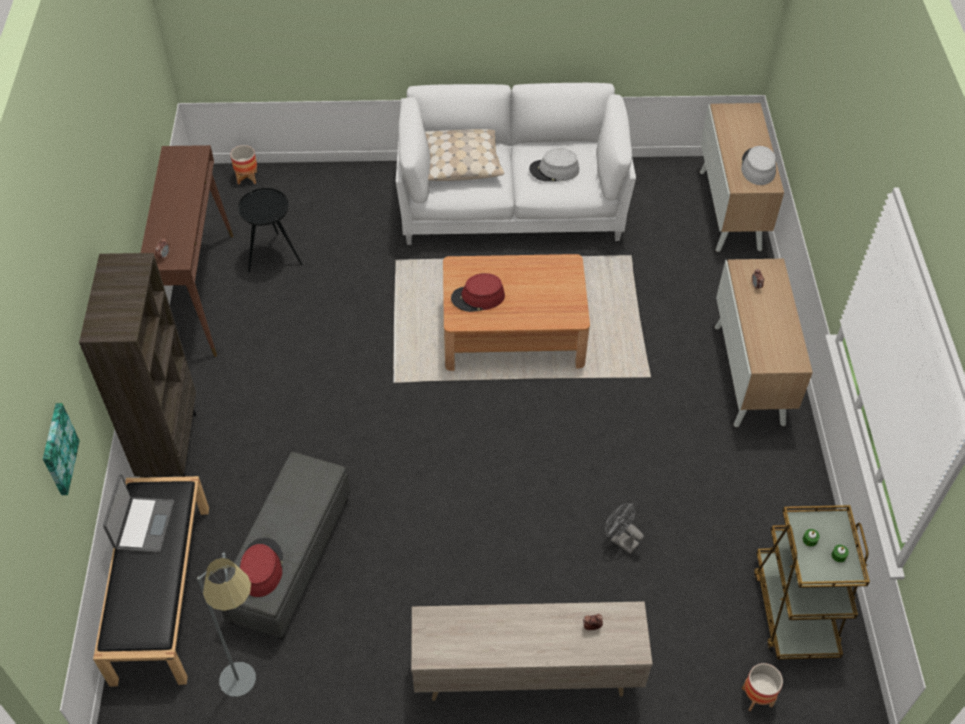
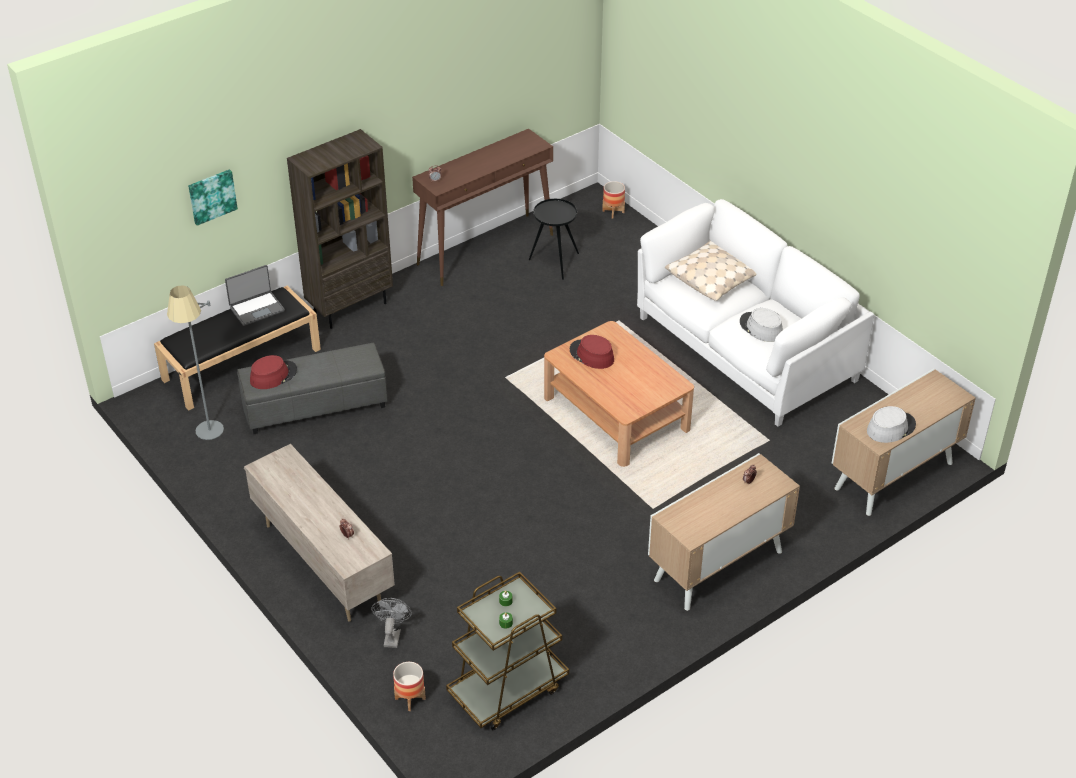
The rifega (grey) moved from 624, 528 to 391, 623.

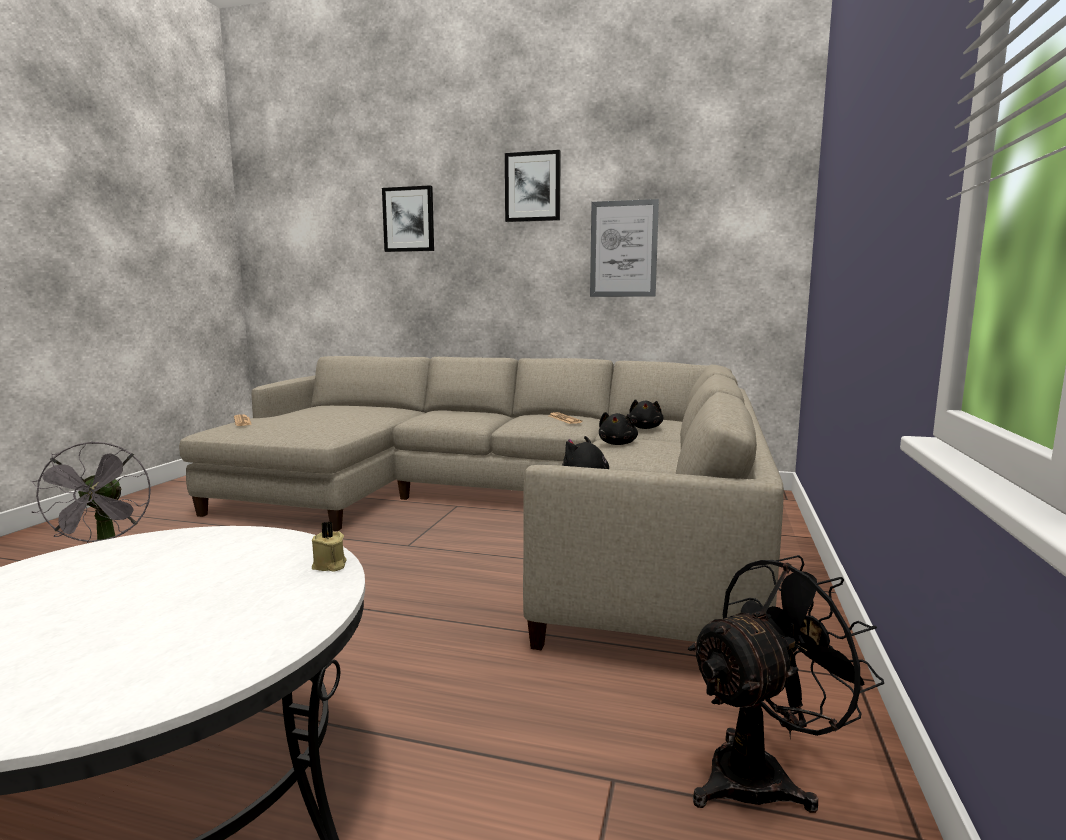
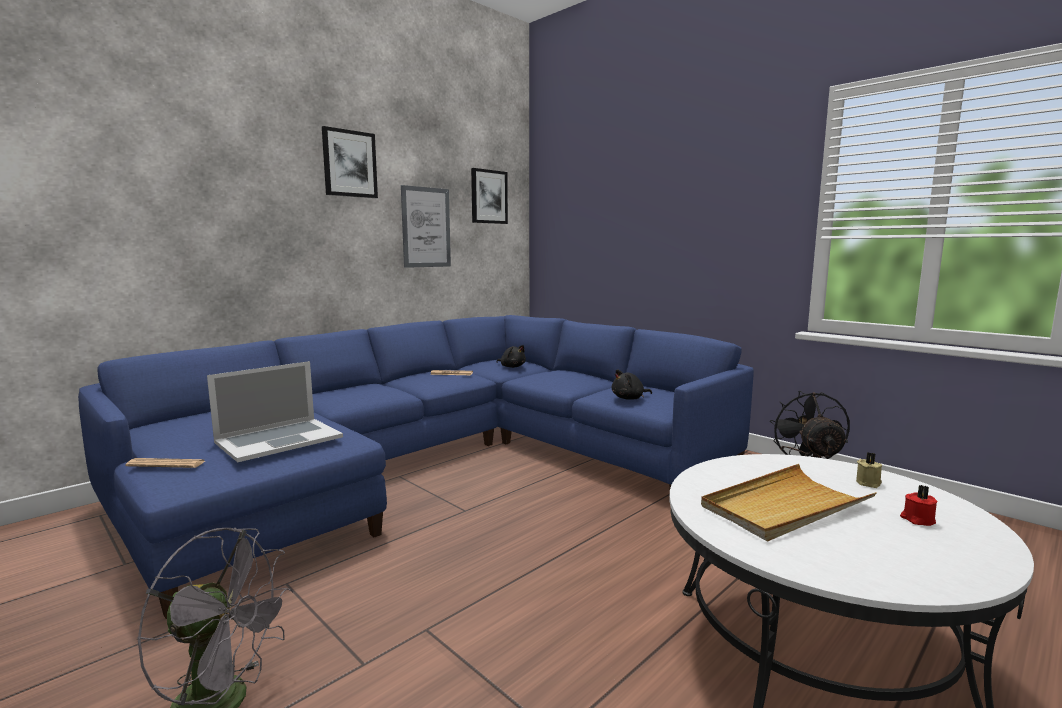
The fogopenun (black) at 618, 428 disappeared. The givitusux at 275, 412 appeared. The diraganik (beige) at 788, 502 appeared. The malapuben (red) at 919, 505 appeared. The malapuben (beige) moved from 329, 546 to 869, 470. The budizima moved from 408, 218 to 489, 196. The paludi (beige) at 481, 503 became the paludi (blue) at 416, 467.

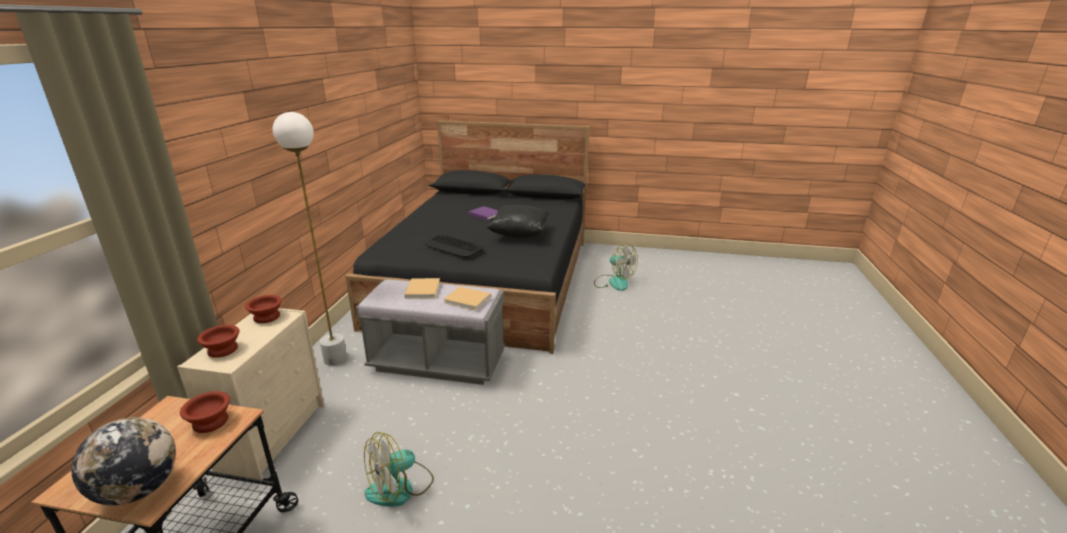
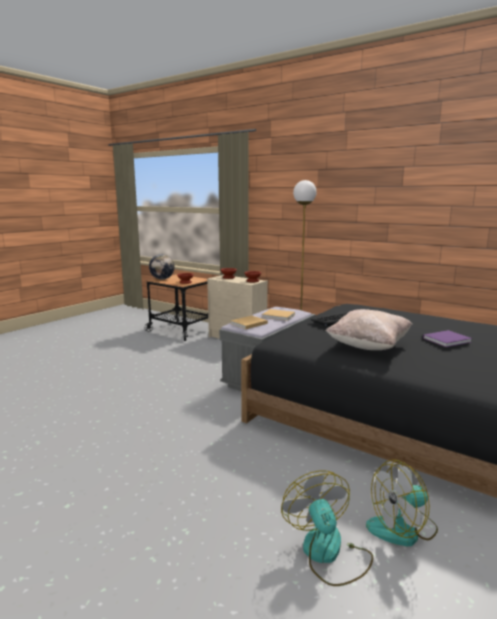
The rifega moved from 399, 469 to 327, 528. The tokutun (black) at 517, 221 became the tokutun (beige) at 369, 329.

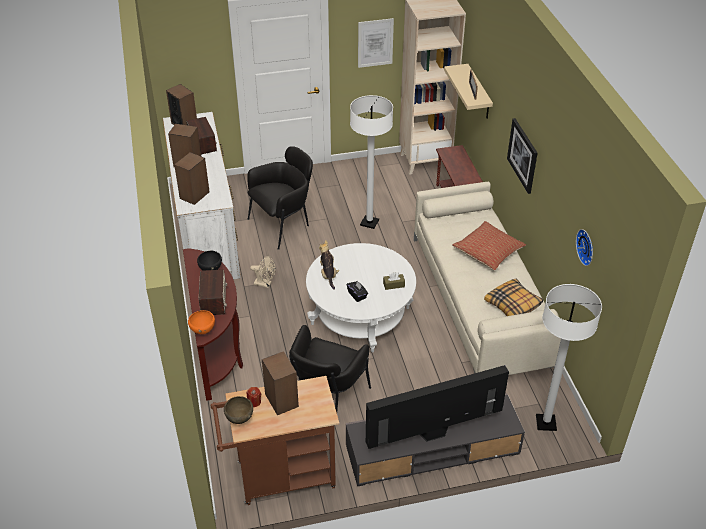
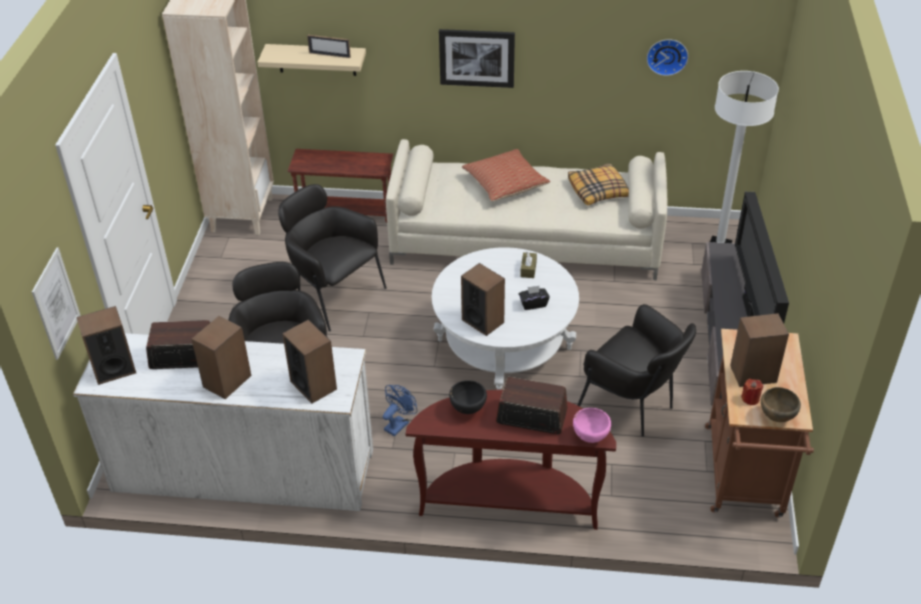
The budizima moved from 376, 43 to 56, 304. The fogopenun at 329, 264 was replaced by the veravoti at 483, 299. The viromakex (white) at 371, 162 was replaced by the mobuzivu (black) at 332, 257. The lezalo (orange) at 201, 322 became the lezalo (pink) at 592, 425. The rifega (beige) at 262, 271 became the rifega (blue) at 400, 410.

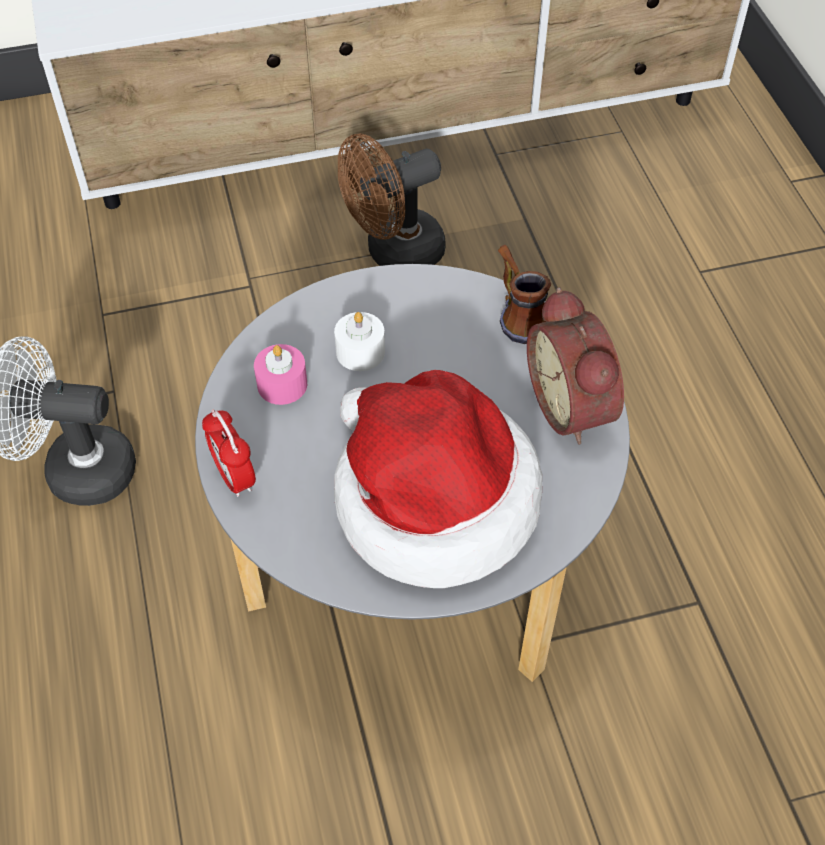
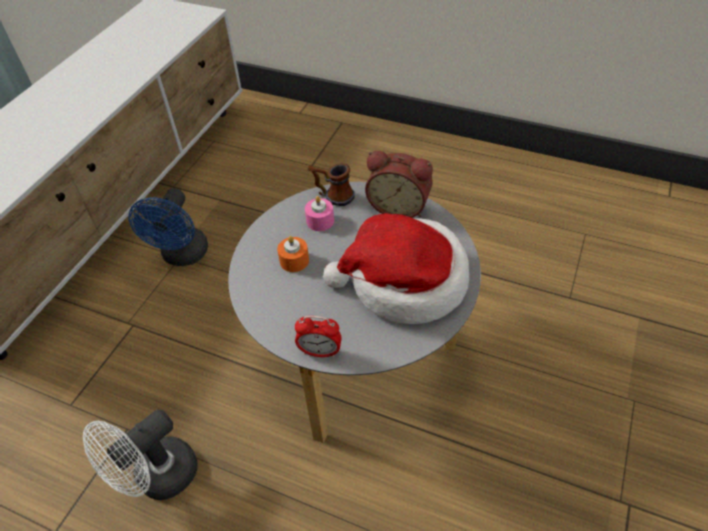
The malapuben (pink) moved from 280, 374 to 319, 213. The malapuben (white) at 359, 341 became the malapuben (orange) at 293, 254. The rifega (brown) at 392, 199 became the rifega (blue) at 168, 227.

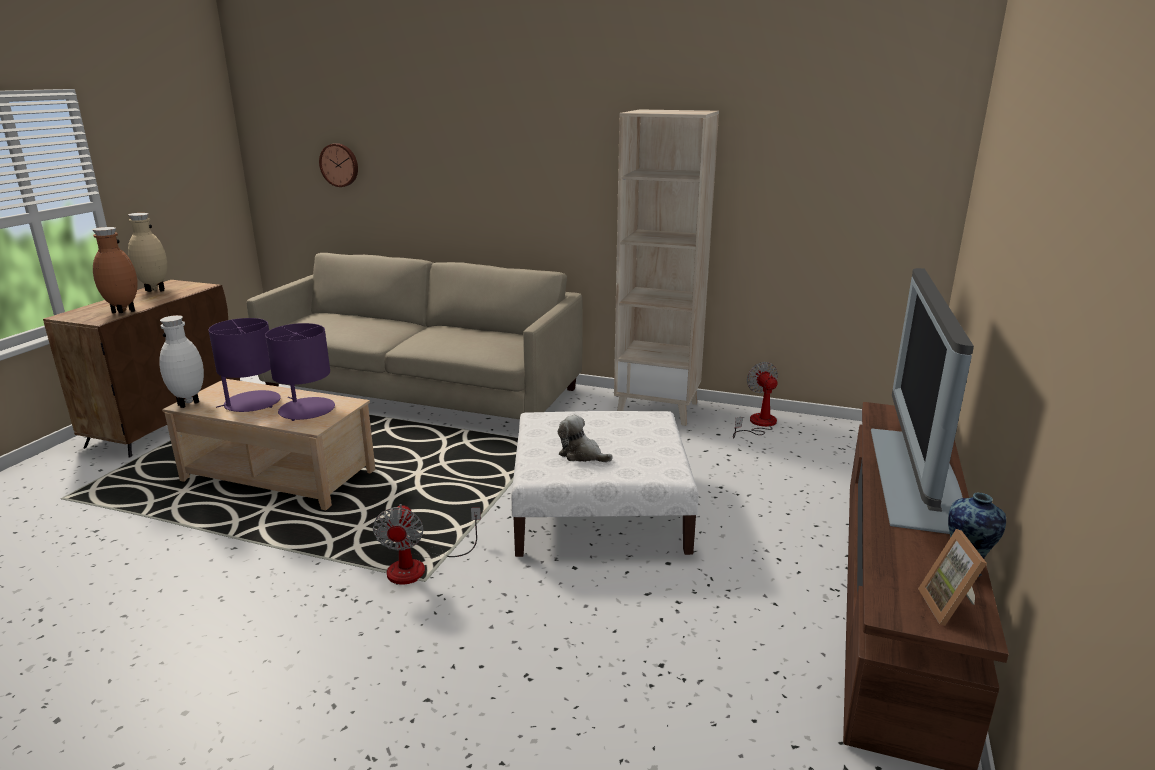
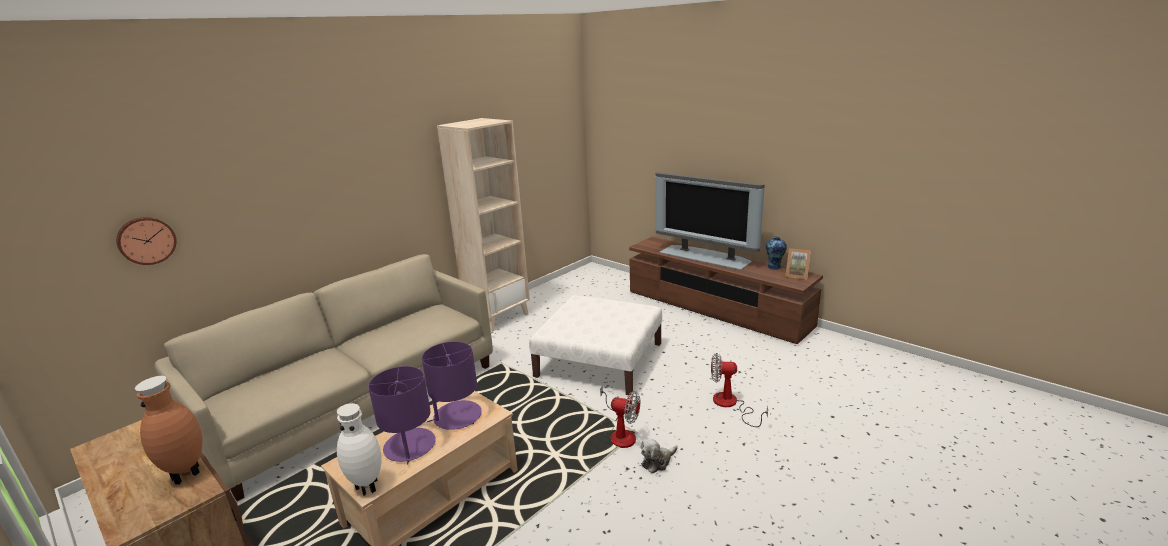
The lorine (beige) at 147, 252 disappeared. The fogopenun moved from 585, 438 to 659, 455. The rifega moved from 755, 400 to 739, 390.

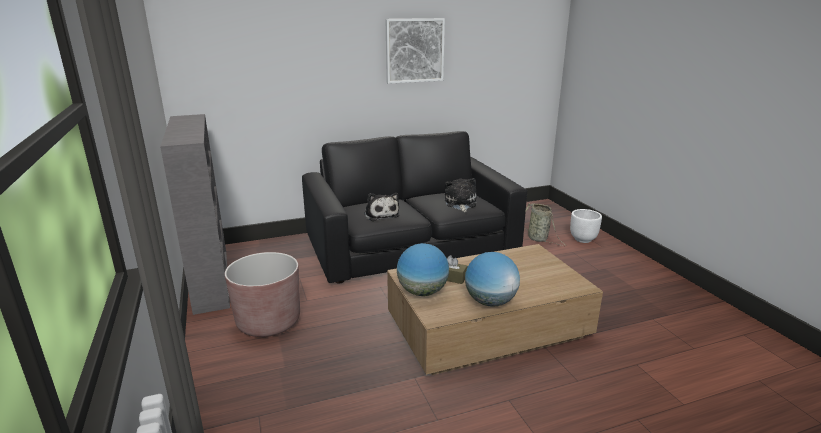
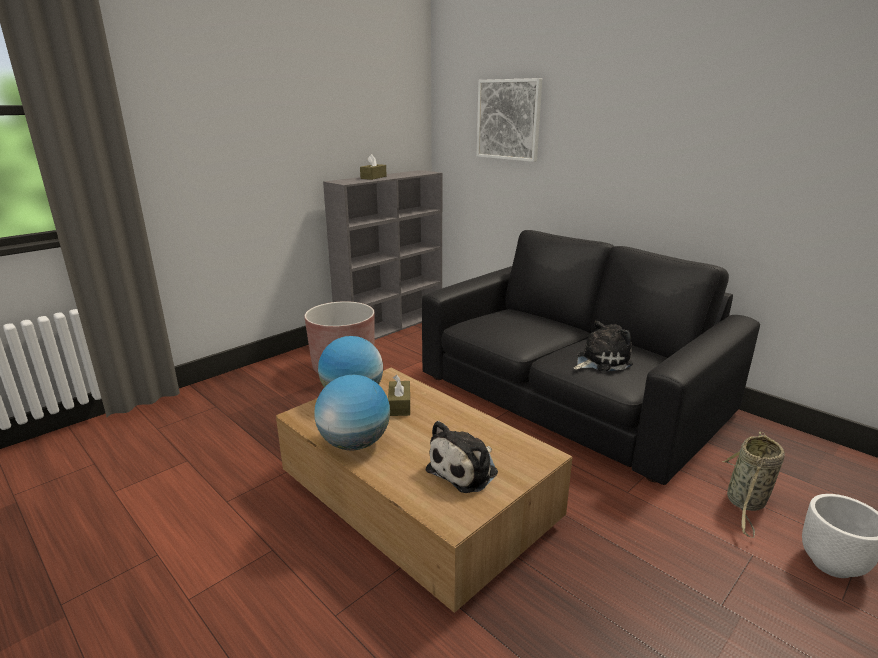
The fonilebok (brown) at 373, 167 appeared. The fogopenun moved from 382, 207 to 461, 457. The budizima moved from 415, 51 to 509, 120.

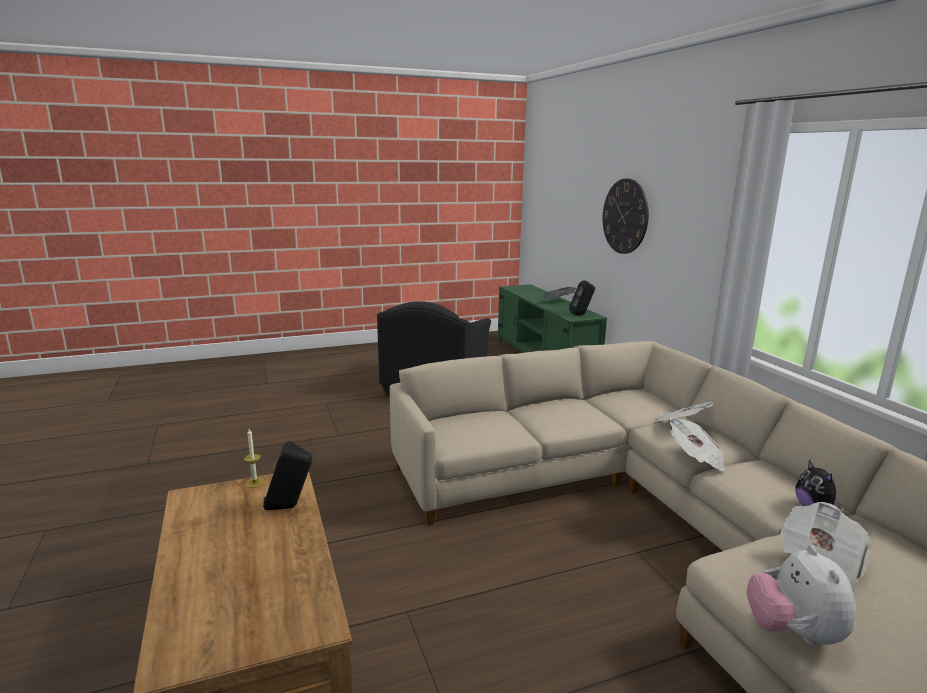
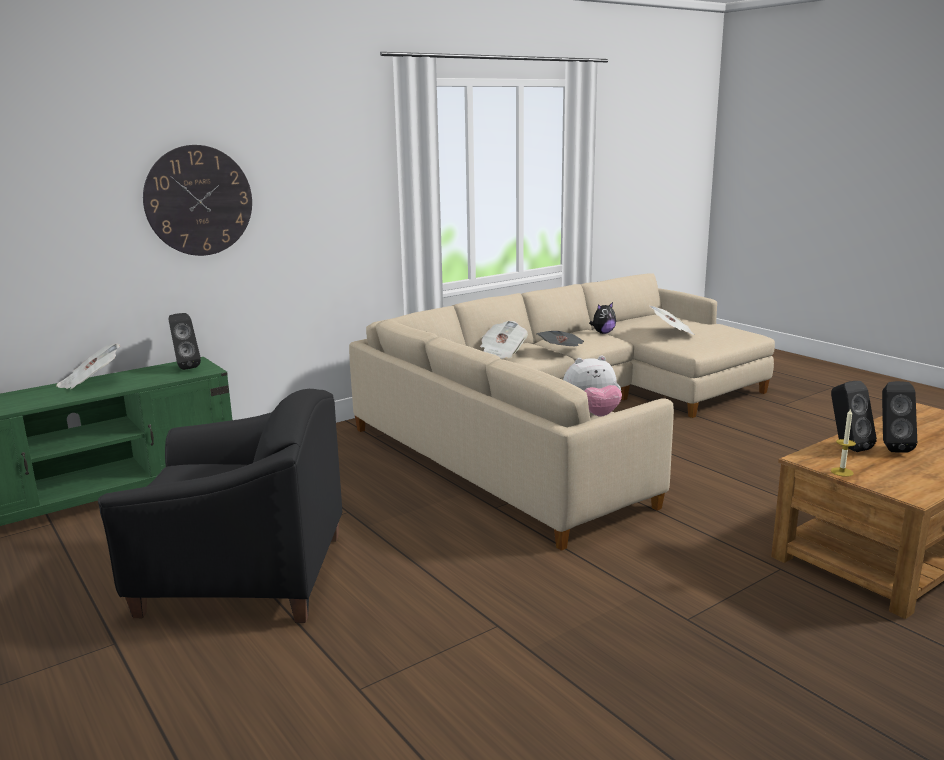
The veravoti (black) at 899, 416 appeared. The fogopenun moved from 801, 596 to 592, 385.

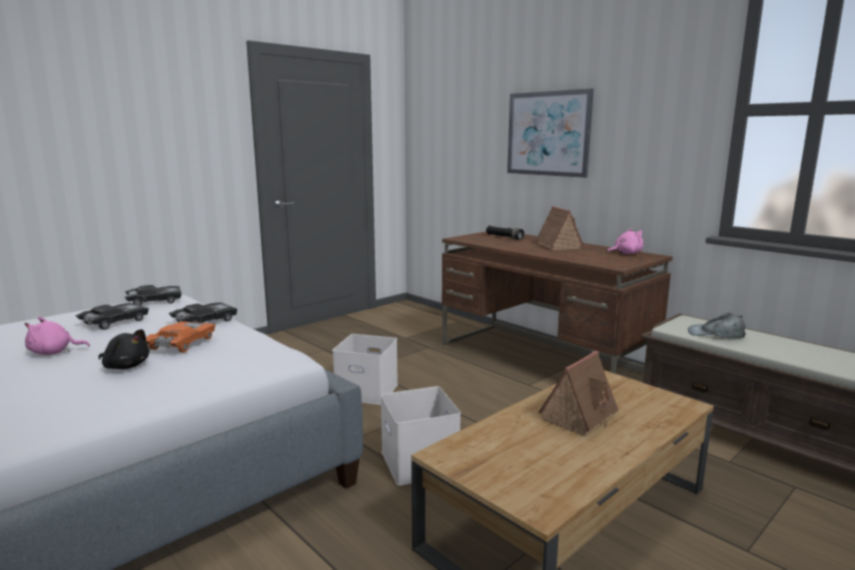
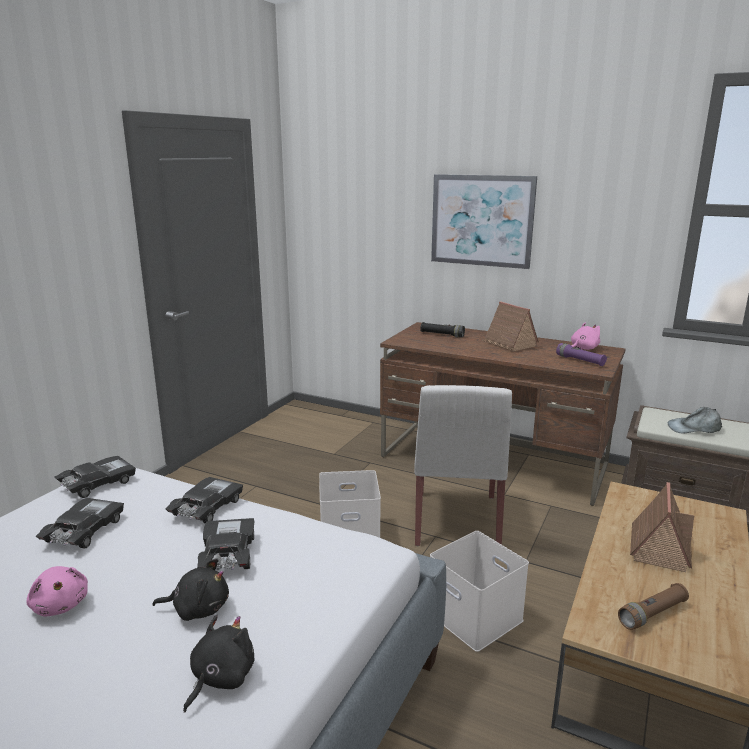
The fogopenun (black) at 219, 664 appeared. The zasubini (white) at 463, 465 appeared. The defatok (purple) at 581, 354 appeared. The defatok (brown) at 653, 606 appeared. The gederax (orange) at 180, 337 became the gederax (black) at 225, 544. The fogopenun (pink) at 57, 336 turned 90 degrees counterclockwise.

